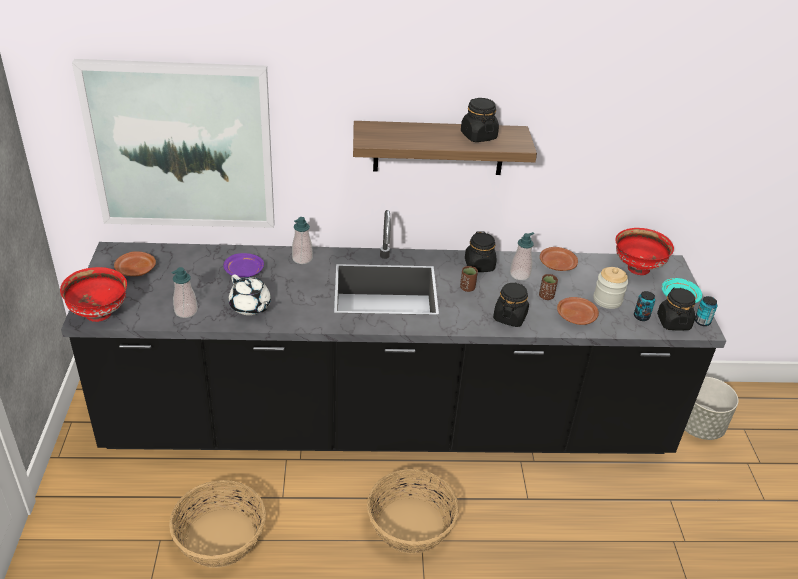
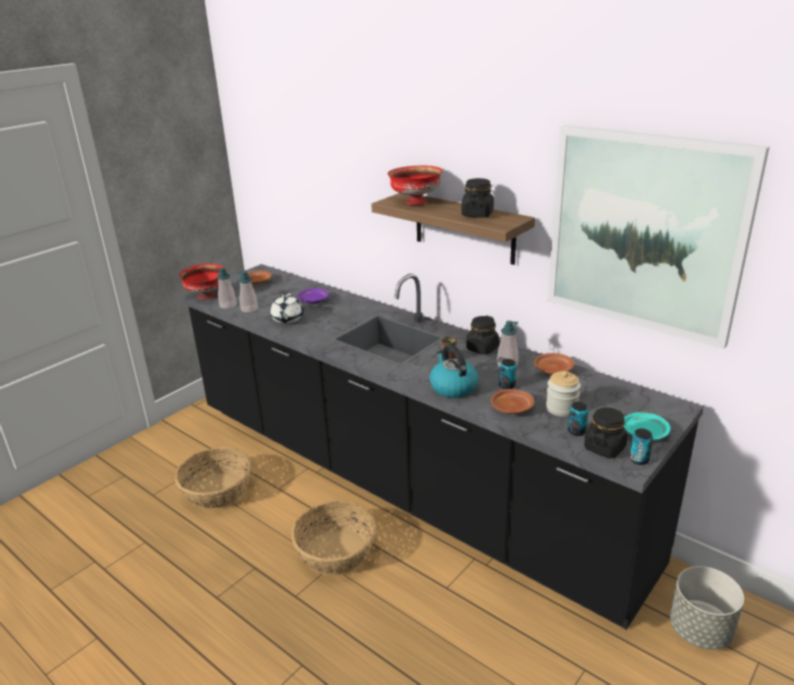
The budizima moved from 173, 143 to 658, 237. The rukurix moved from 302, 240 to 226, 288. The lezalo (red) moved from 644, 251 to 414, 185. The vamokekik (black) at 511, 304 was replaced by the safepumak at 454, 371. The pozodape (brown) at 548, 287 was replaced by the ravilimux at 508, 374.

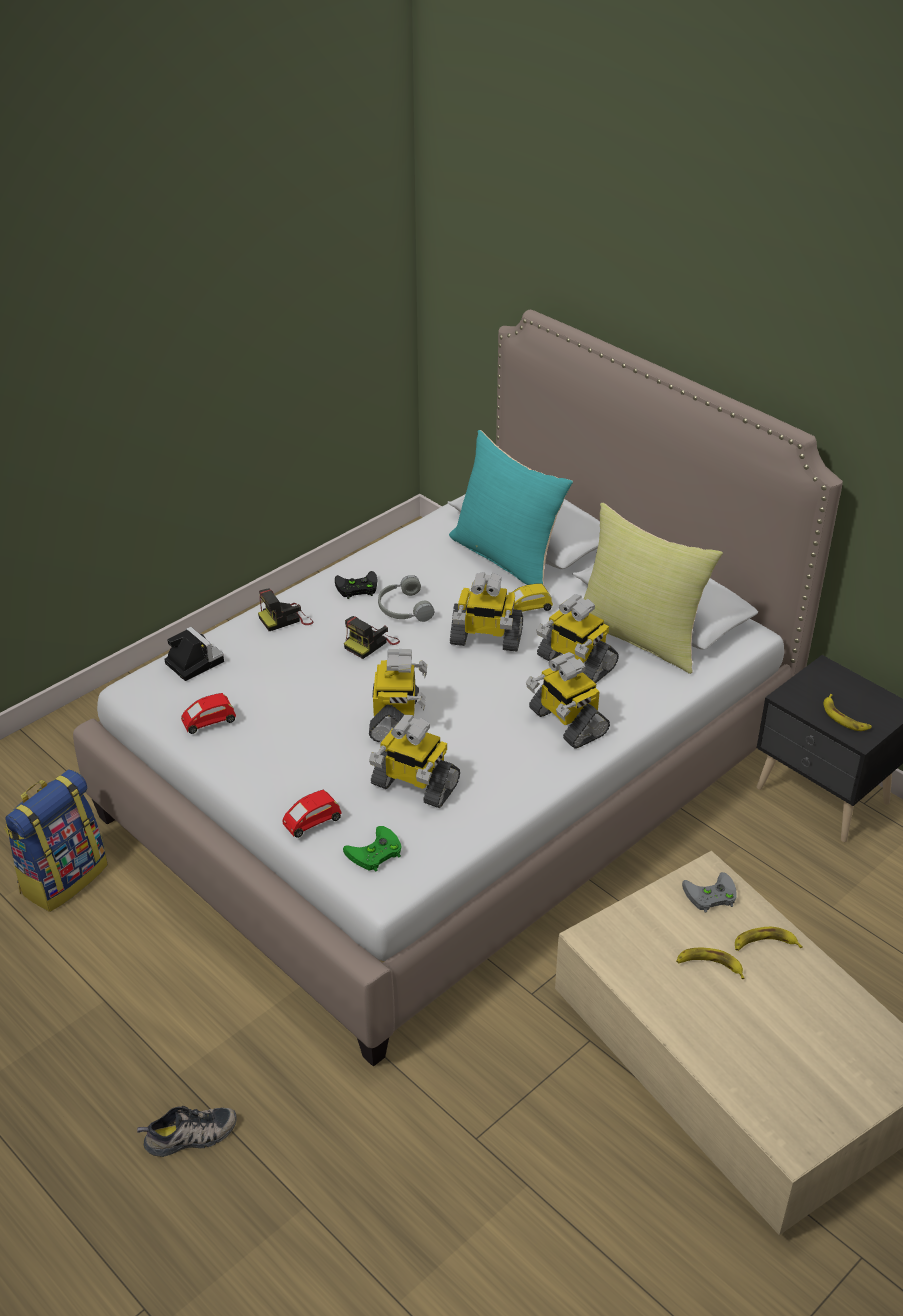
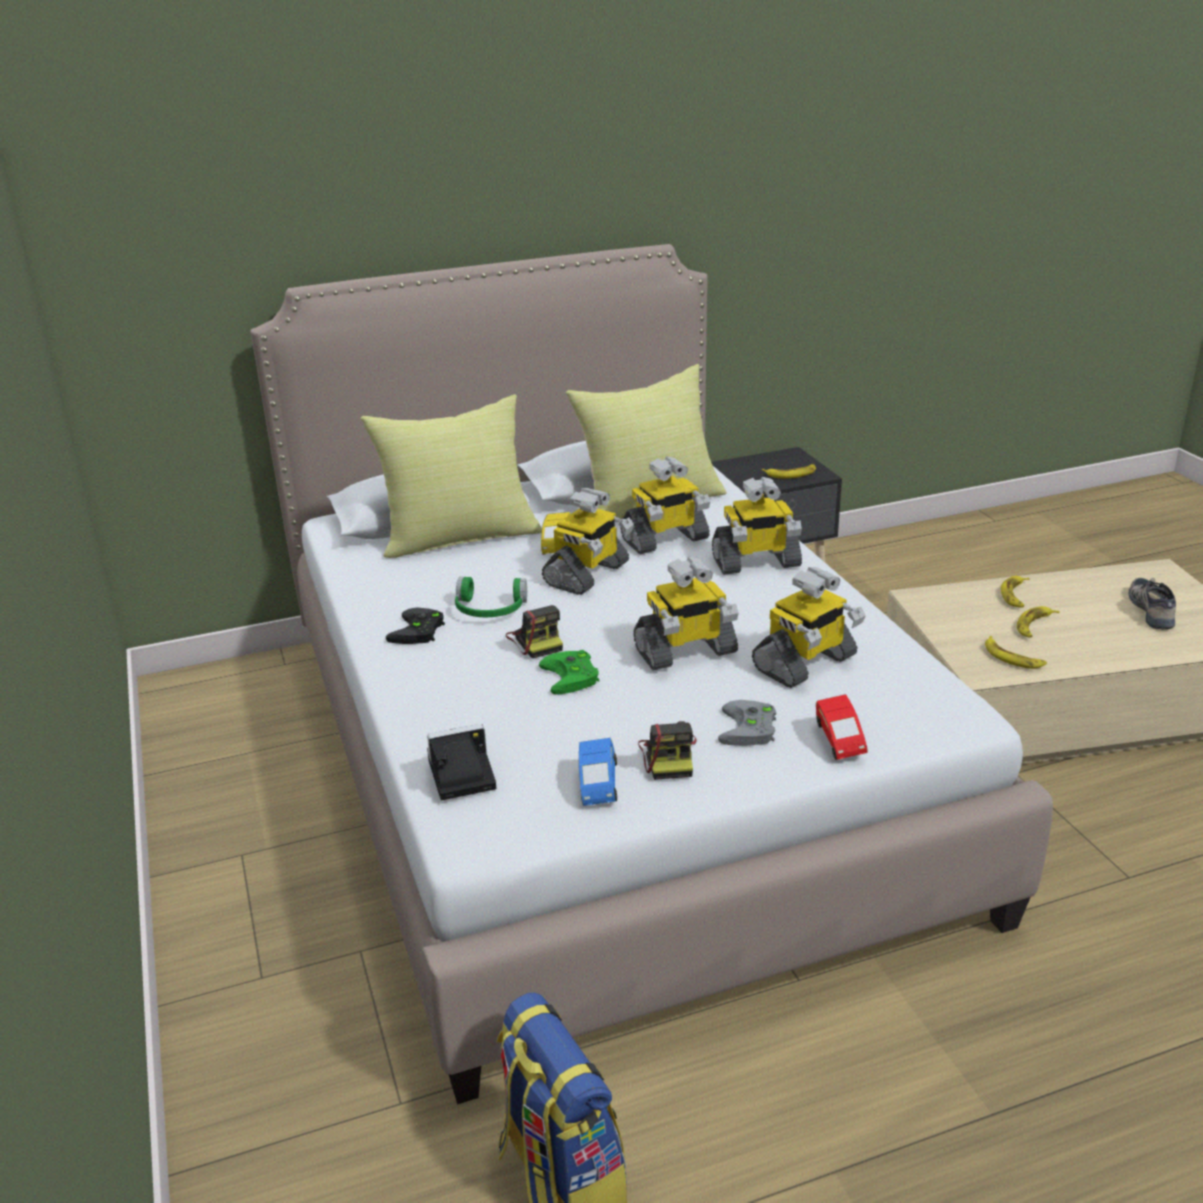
The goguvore at 1016, 652 appeared. The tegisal moved from 187, 1131 to 1152, 604. The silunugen moved from 285, 610 to 667, 750. The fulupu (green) moved from 372, 849 to 569, 672. The fulupu (grey) moved from 709, 892 to 747, 723. The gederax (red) at 208, 713 became the gederax (blue) at 598, 772. The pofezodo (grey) at 406, 598 became the pofezodo (green) at 491, 597. The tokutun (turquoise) at 511, 507 became the tokutun (yellow) at 451, 476. The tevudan at 398, 695 turned 135 degrees clockwise.

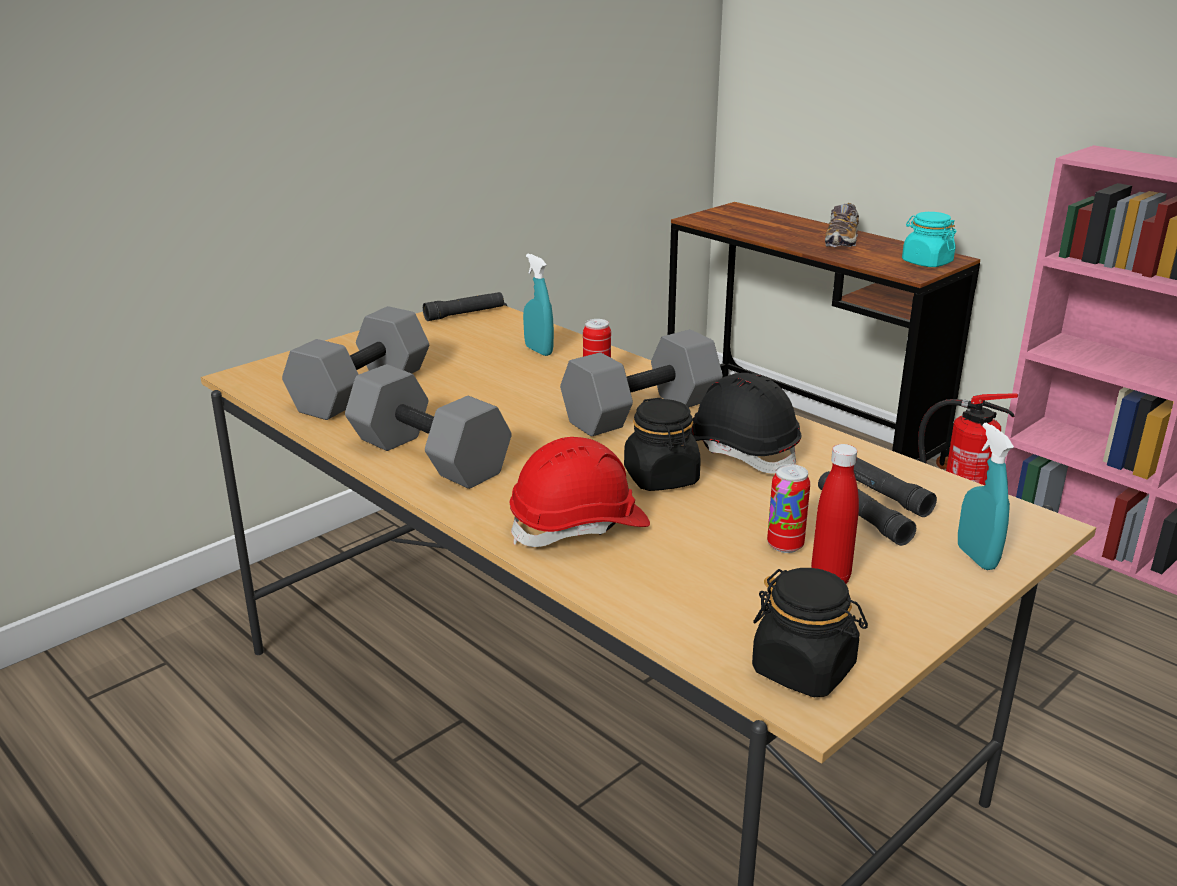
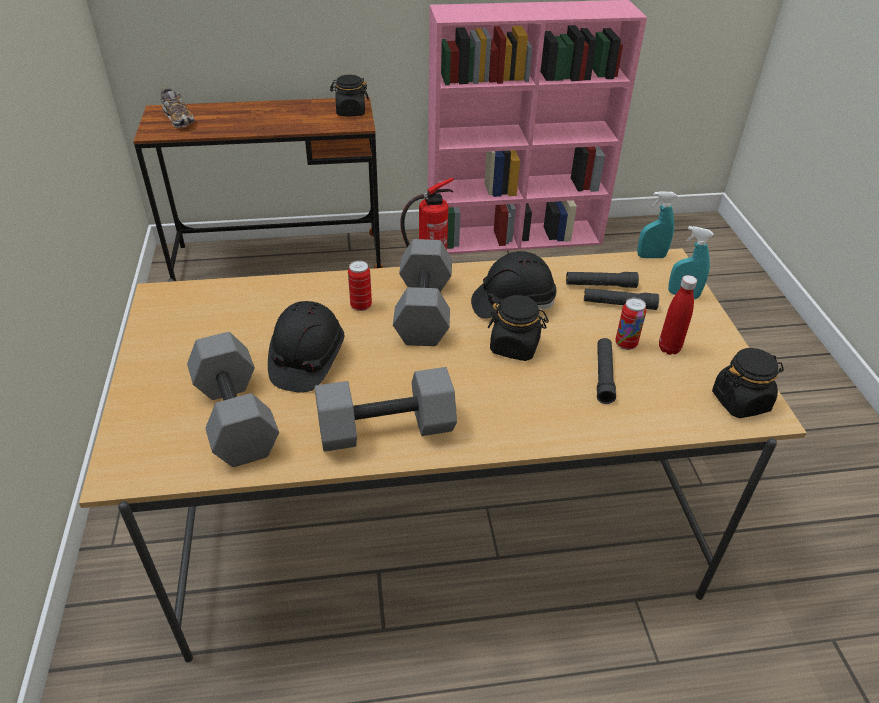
The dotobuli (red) at 580, 492 disappeared. The dotobuli (black) at 306, 347 appeared. The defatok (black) moved from 463, 306 to 606, 371. The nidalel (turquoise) moved from 538, 305 to 657, 224. The tegisal moved from 842, 225 to 178, 107. The vamokekik (turquoise) at 929, 239 became the vamokekik (black) at 349, 95.

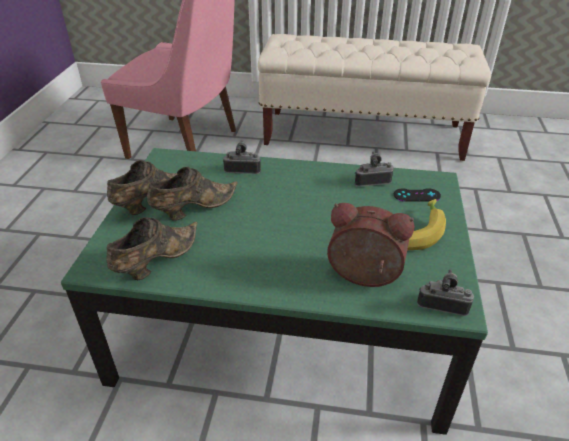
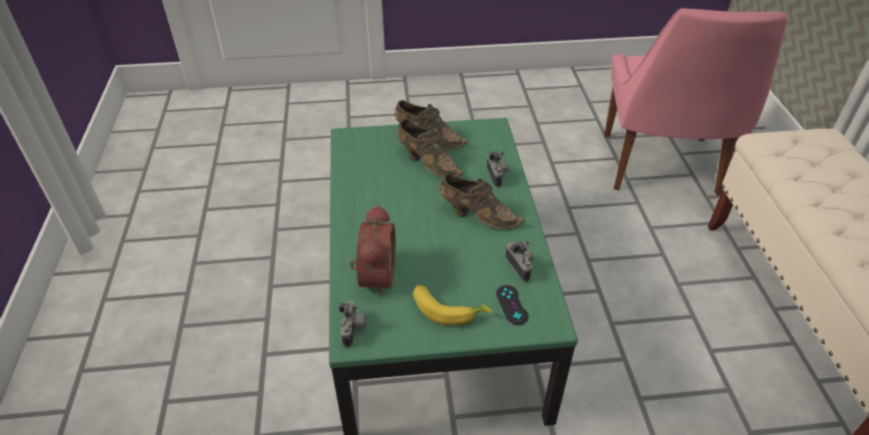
The tegisal (brown) moved from 152, 248 to 482, 201.

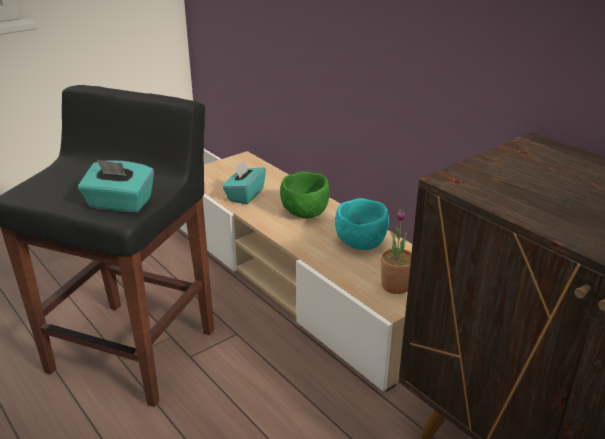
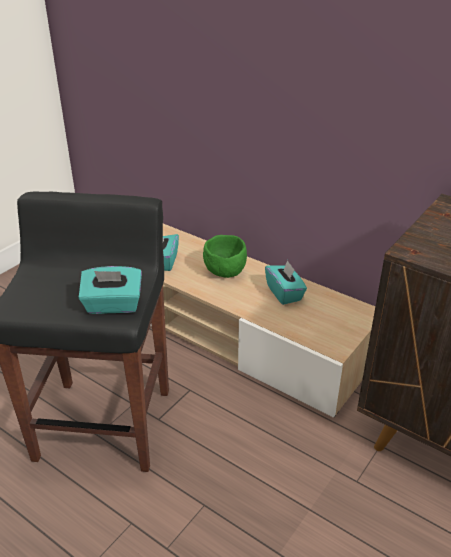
The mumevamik at 396, 252 disappeared. The lezalo (turquoise) at 362, 224 was replaced by the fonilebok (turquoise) at 286, 282.

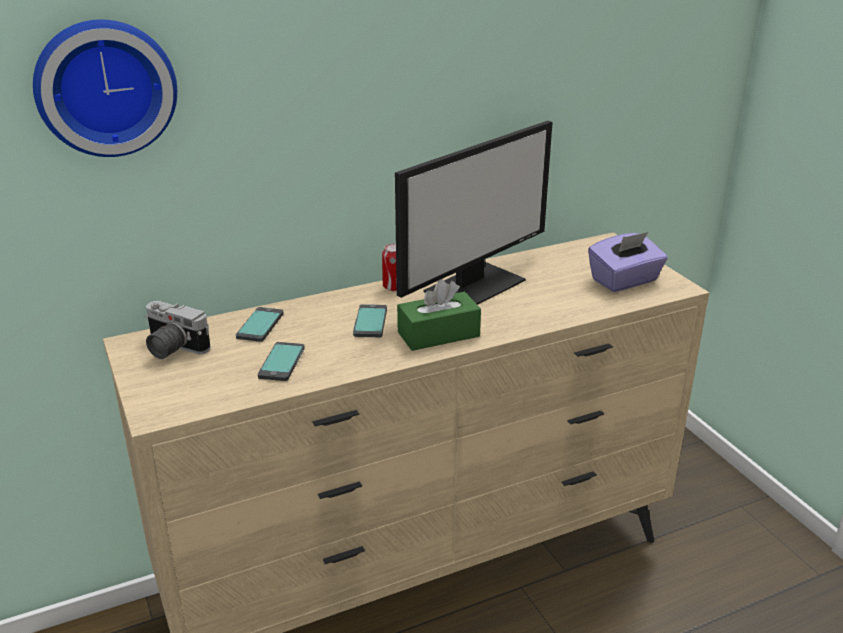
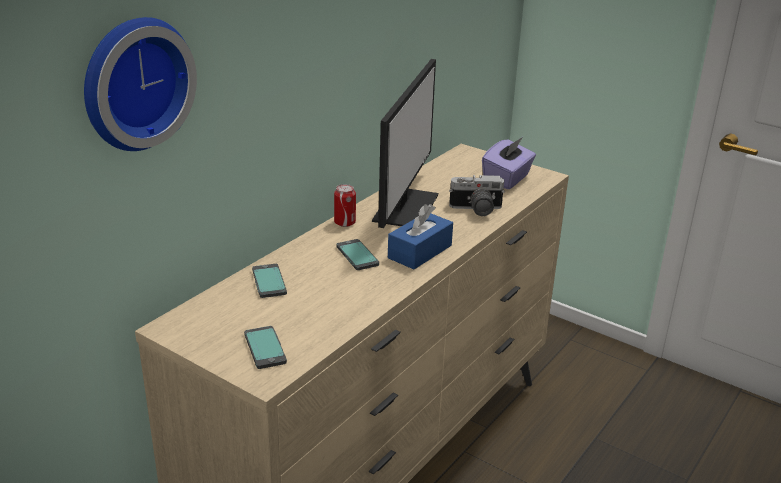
The silunugen moved from 177, 330 to 477, 195. The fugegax moved from 281, 361 to 265, 347. The fonilebok (green) at 439, 315 became the fonilebok (blue) at 420, 236.

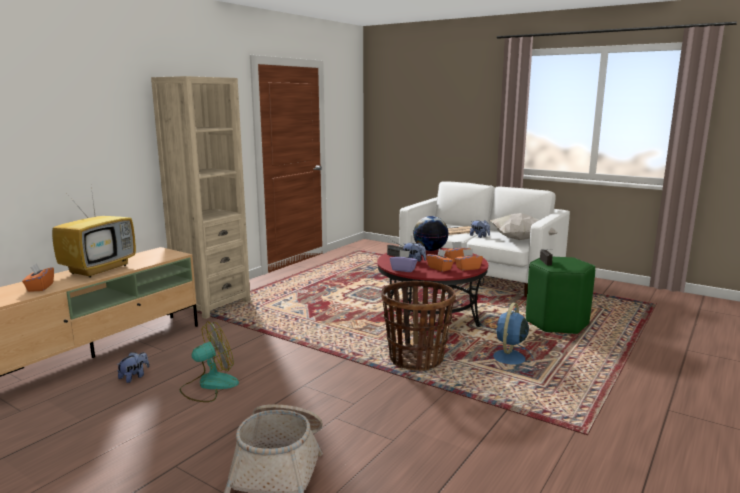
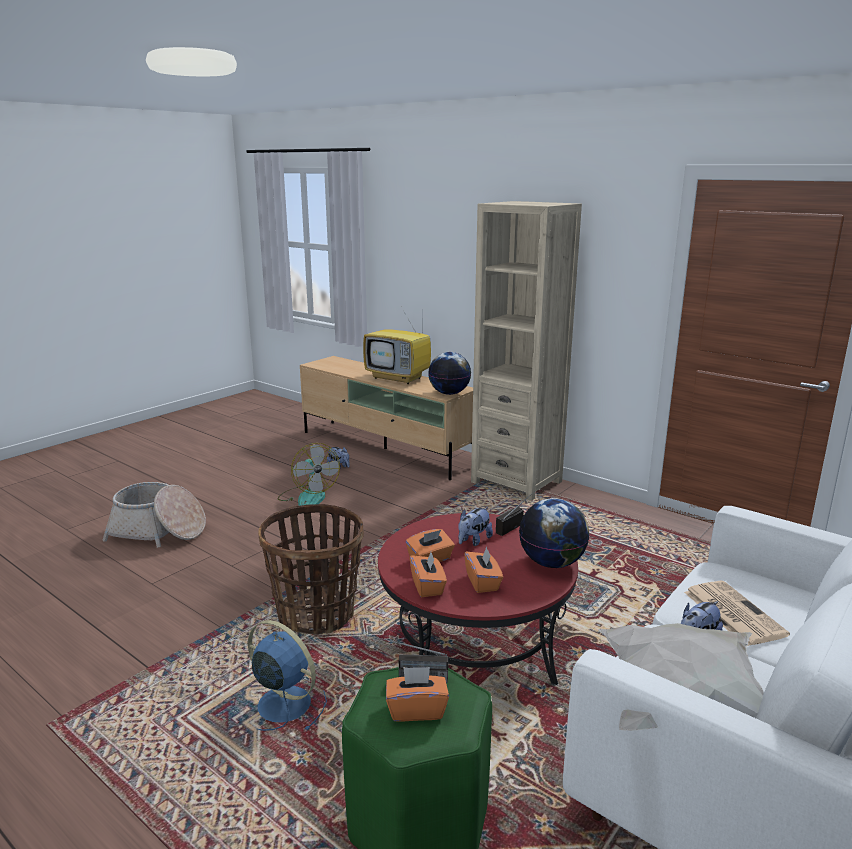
The fonilebok (purple) at 404, 261 disappeared. The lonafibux at 449, 373 appeared. The fonilebok (orange) moved from 38, 277 to 417, 694.

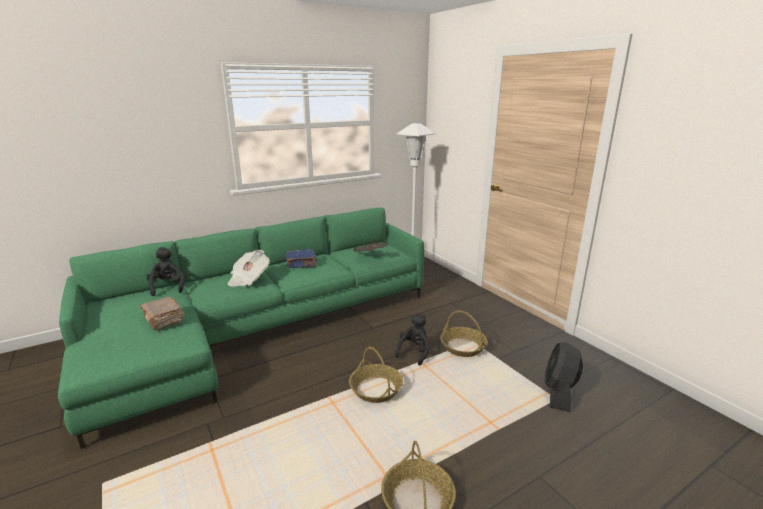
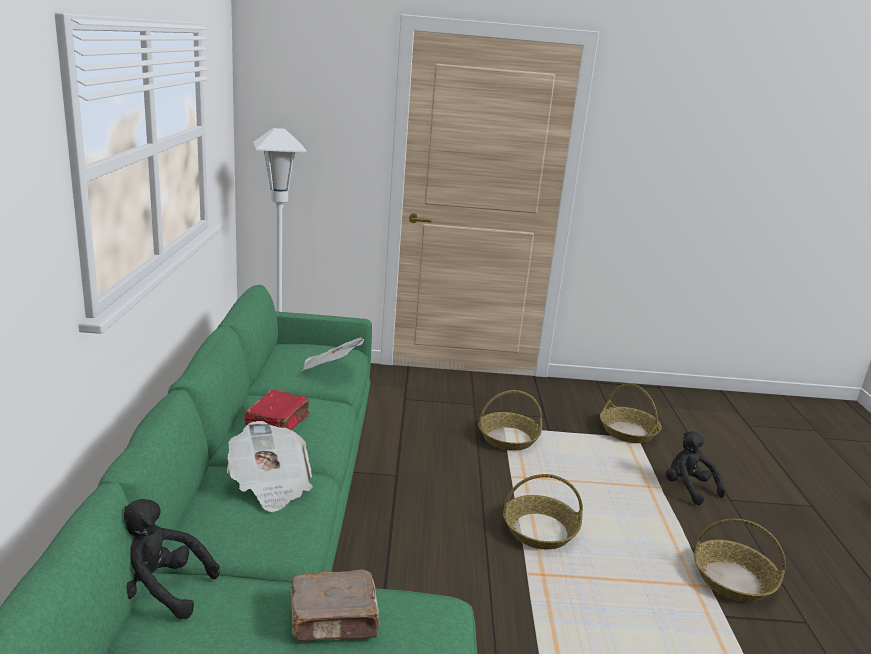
The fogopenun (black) moved from 412, 339 to 696, 468. The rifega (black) at 564, 377 was replaced by the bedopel at 631, 413. The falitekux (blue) at 301, 258 became the falitekux (red) at 277, 410.

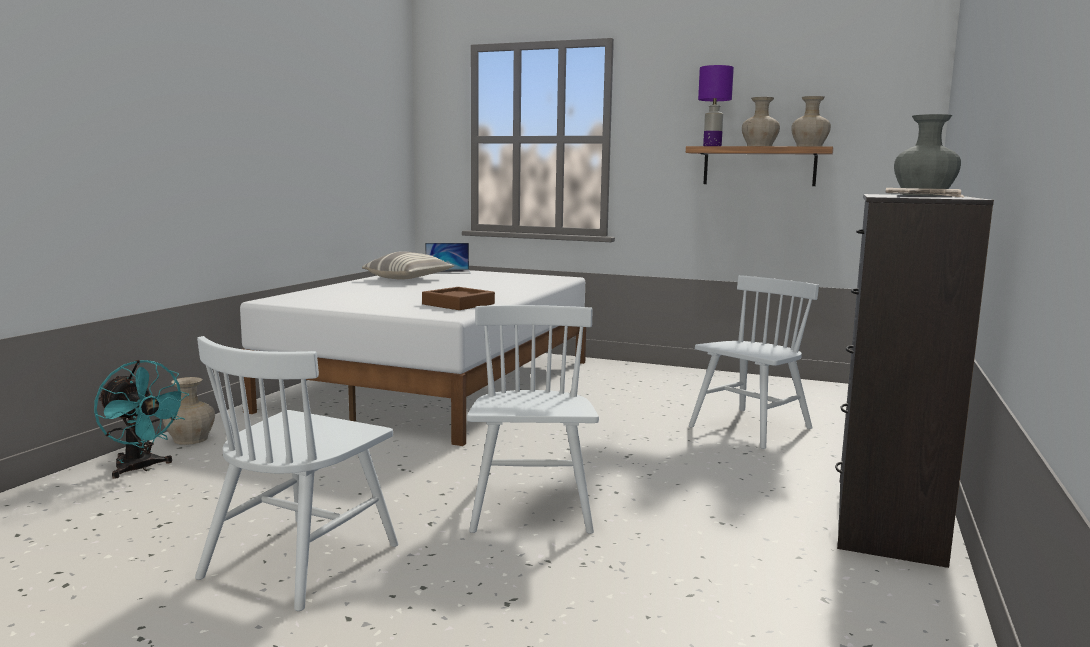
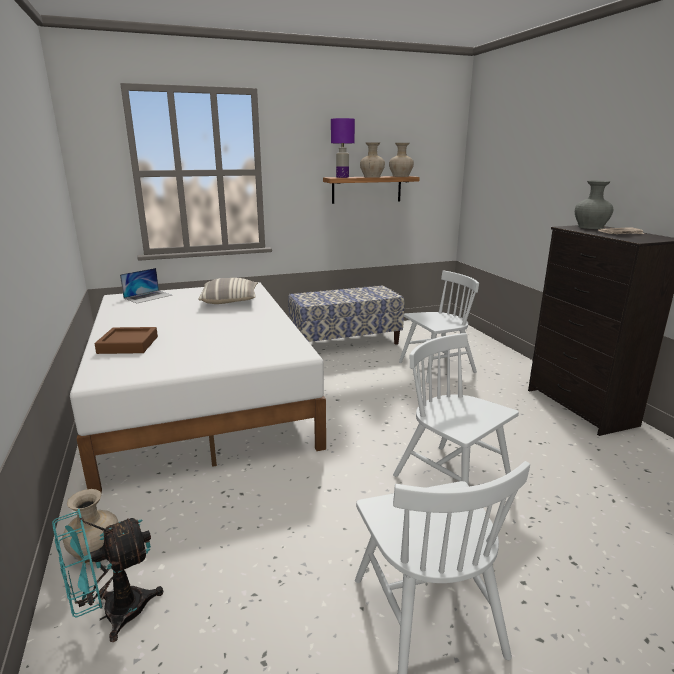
The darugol at 346, 315 appeared. The tokutun moved from 408, 265 to 228, 291. The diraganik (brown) moved from 458, 298 to 126, 340. The rifega (turquoise) at 141, 419 turned 150 degrees clockwise. The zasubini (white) at 754, 362 turned 60 degrees clockwise.

